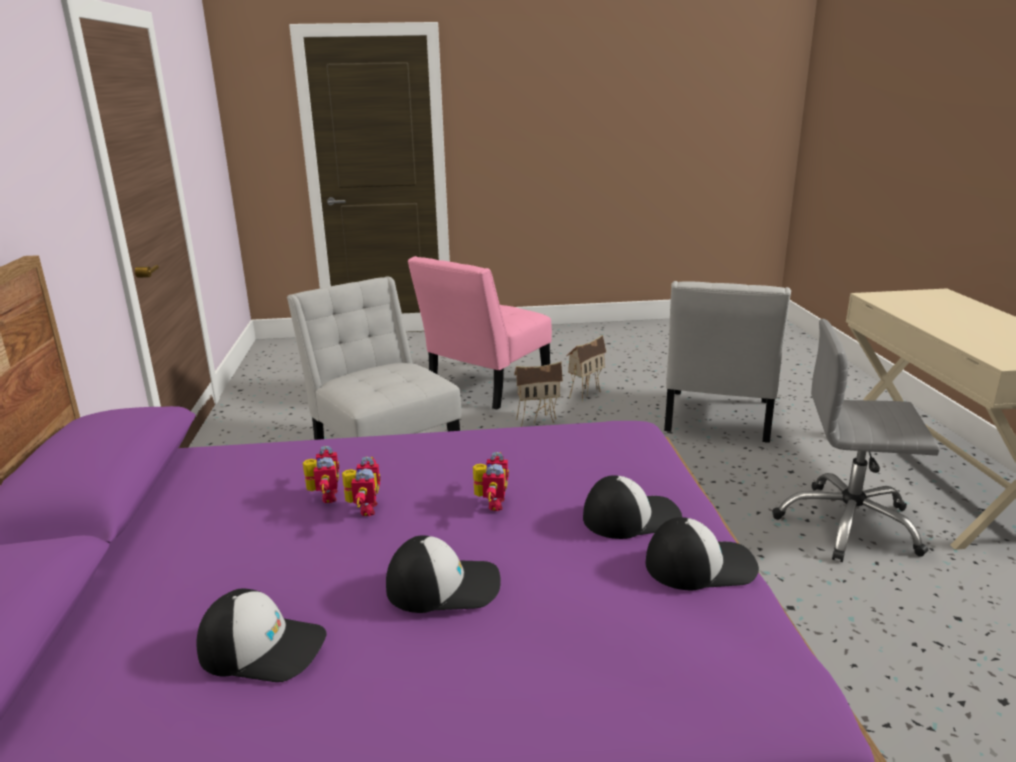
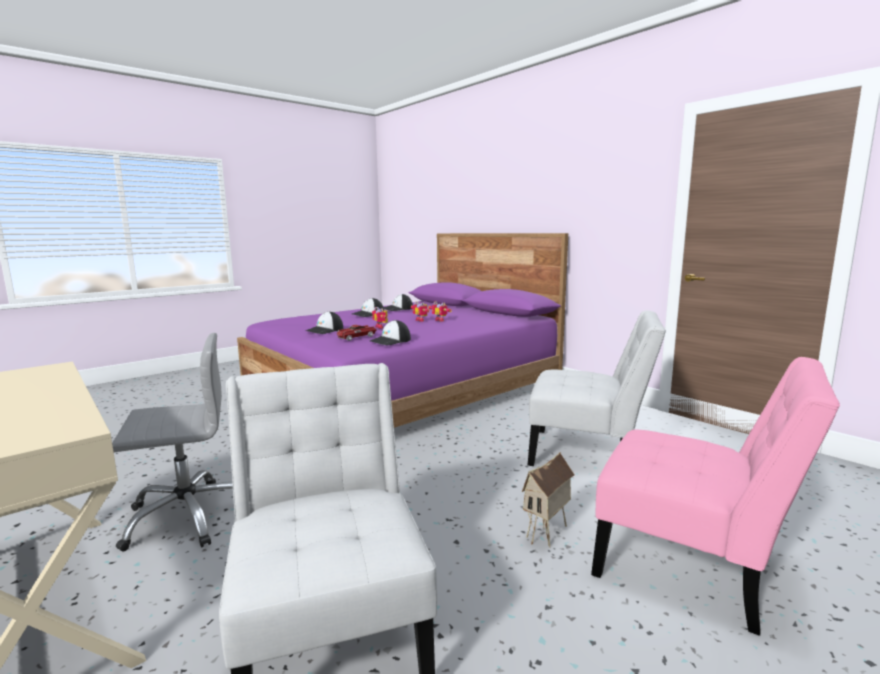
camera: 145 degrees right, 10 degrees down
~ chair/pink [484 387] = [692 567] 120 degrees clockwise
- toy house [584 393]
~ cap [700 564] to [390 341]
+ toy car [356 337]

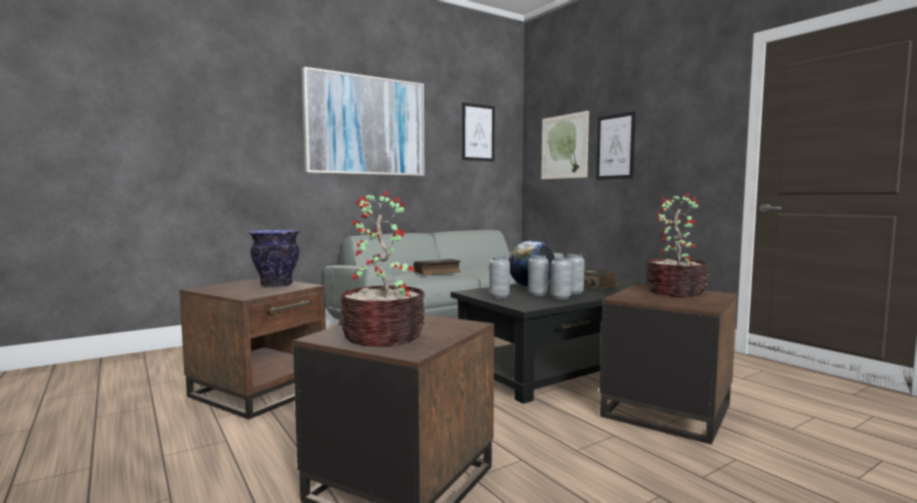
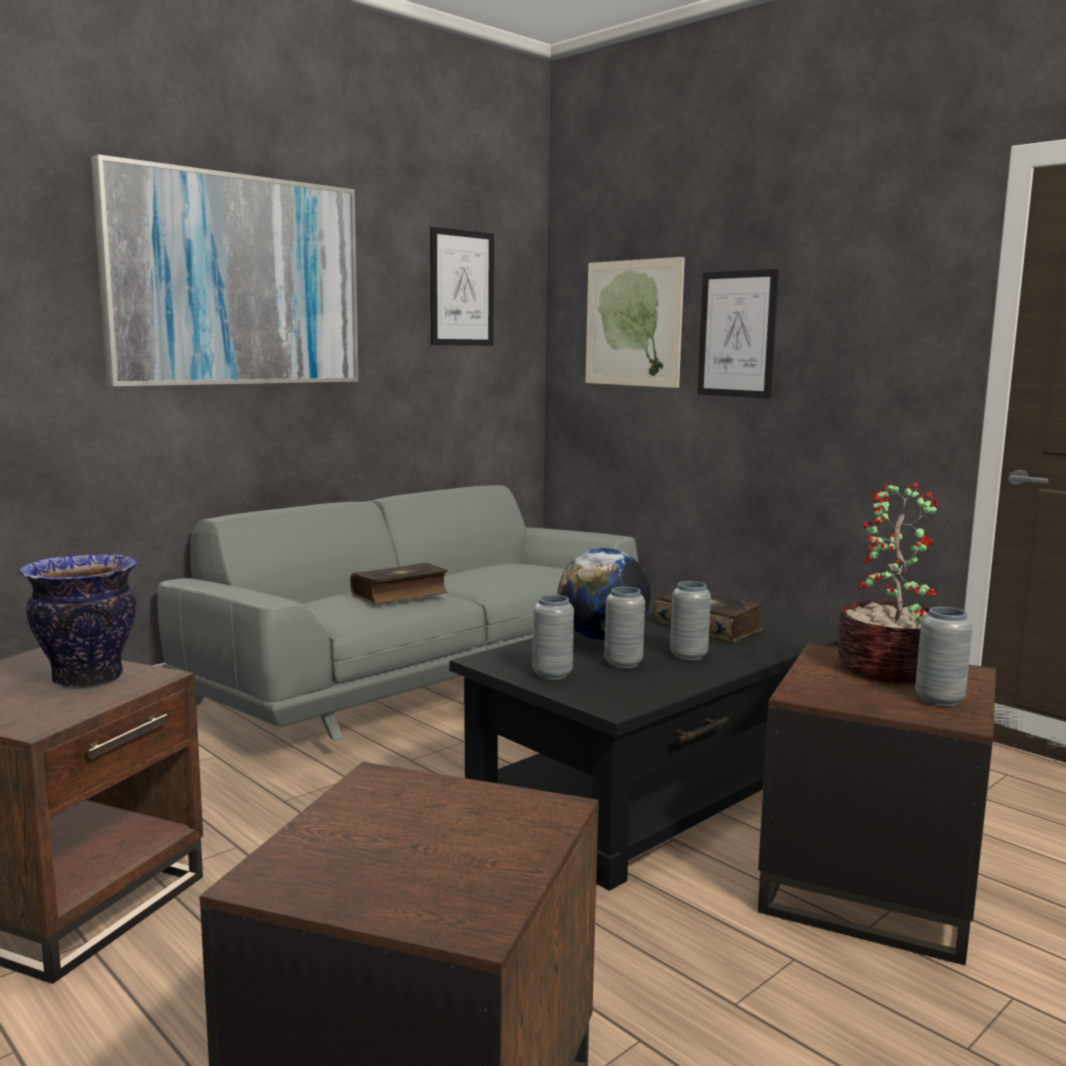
camera: 10 degrees left, 5 degrees up
- potted plant [382 336]
~ vase/grey [560 298] to [939 700]

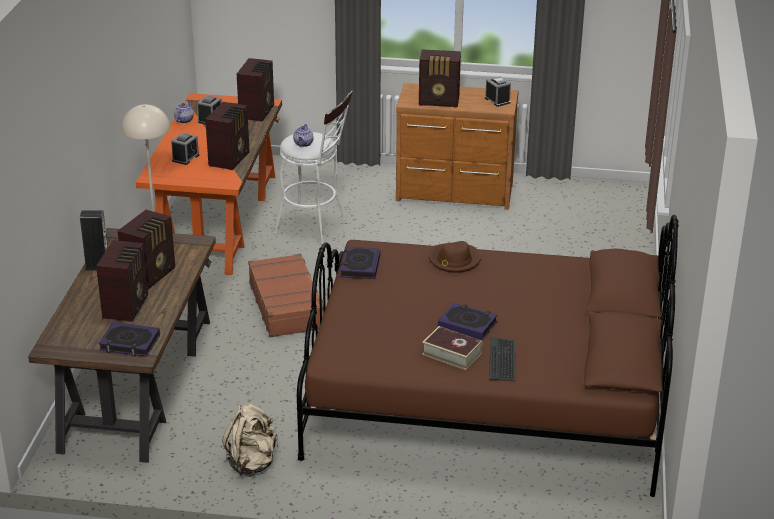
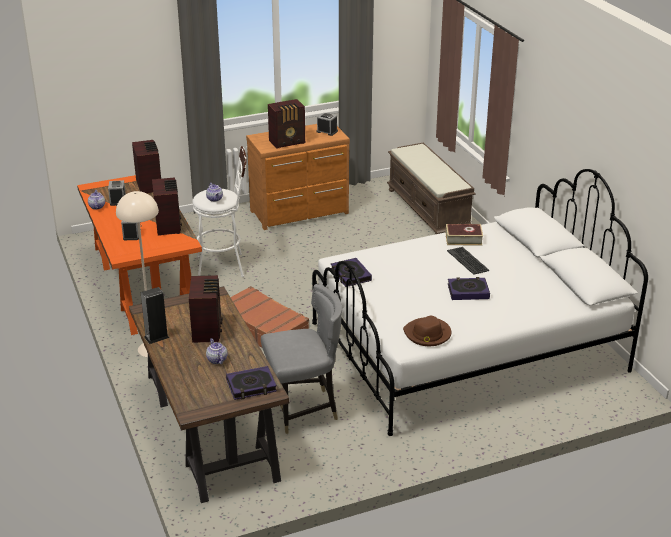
camera: 30 degrees left, 0 degrees up
~ bed/brown [485 400] to bed/white [467 347]
~ radio [127 306] to teapot [216 359]
~ hat/brown [454 260] to [427 334]
~ book [452 354] to [463 239]
~ keyboard [503 360] to [468 261]
- backpack/beige [252 463]
+ bench/brown [429 211]
+ chair/grey [303 410]

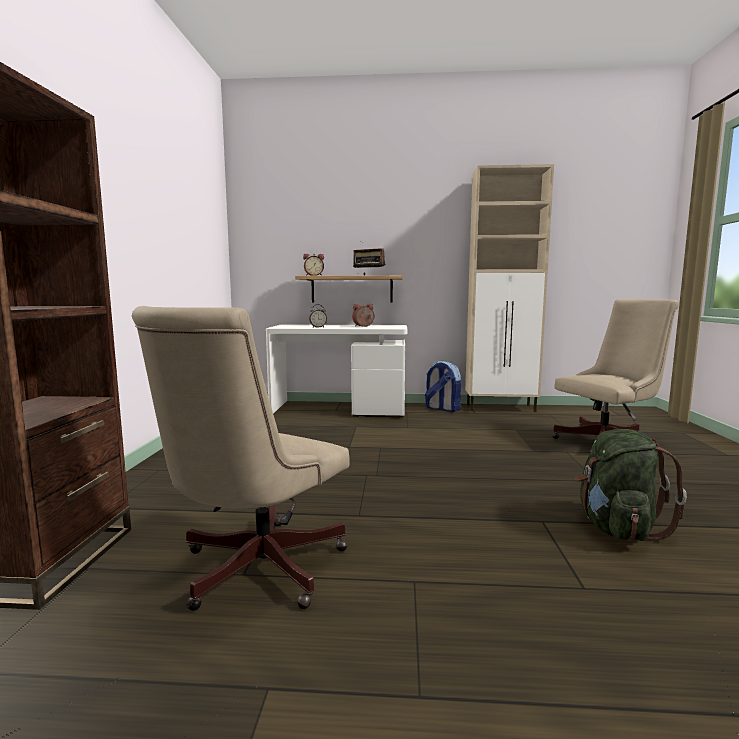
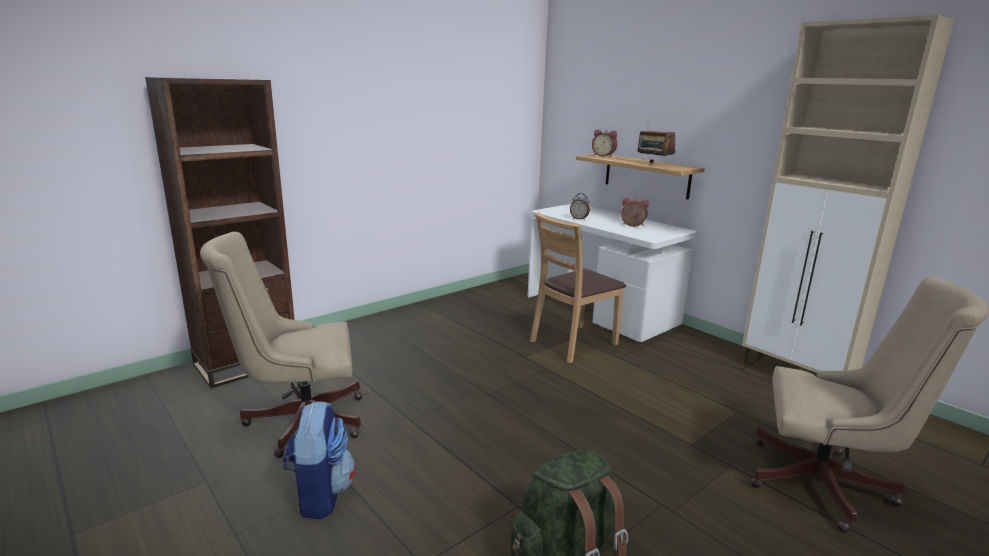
camera: 45 degrees right, 10 degrees up
~ backpack [441 409] to [320 494]
+ chair/brown [573 343]

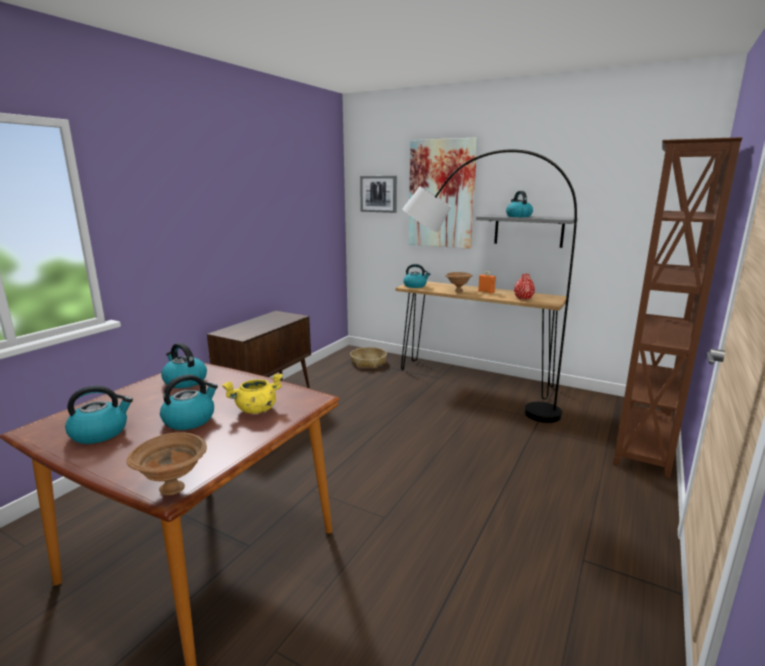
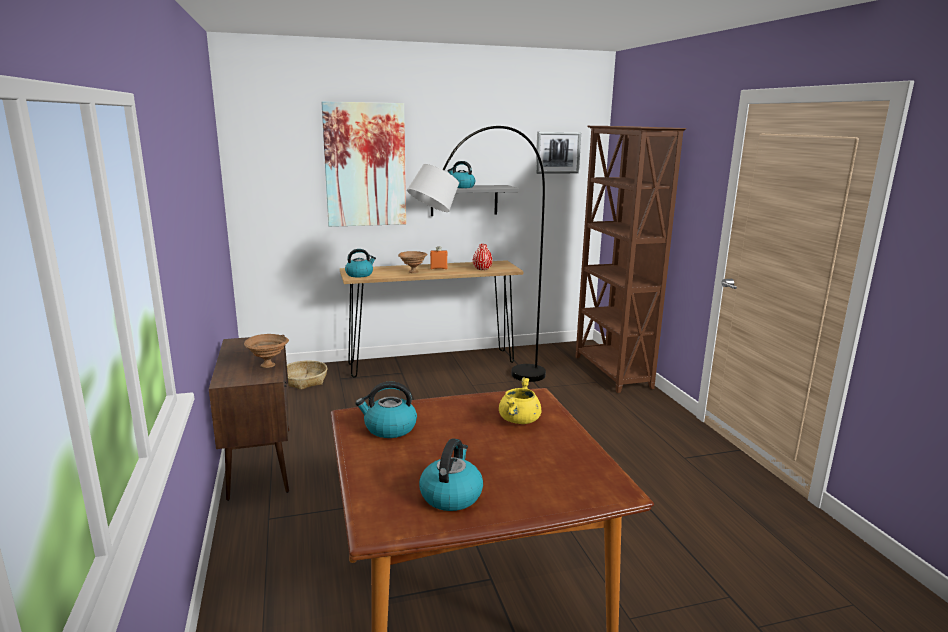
camera: 45 degrees left, 0 degrees up
~ picture [378 194] to [557 152]
- kettle [190 420]
~ bowl/brown [174 488] to [269 365]

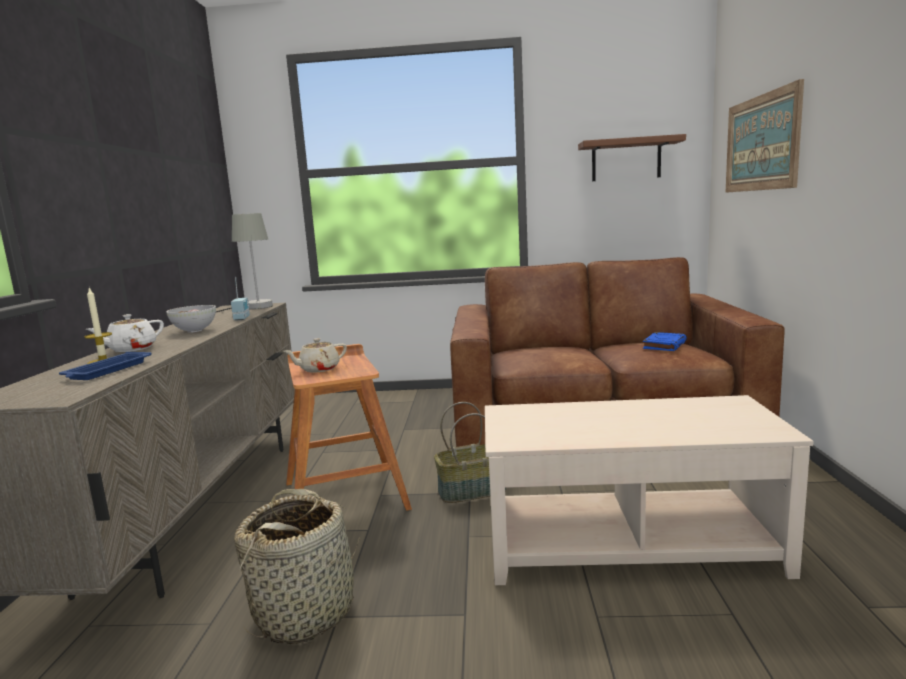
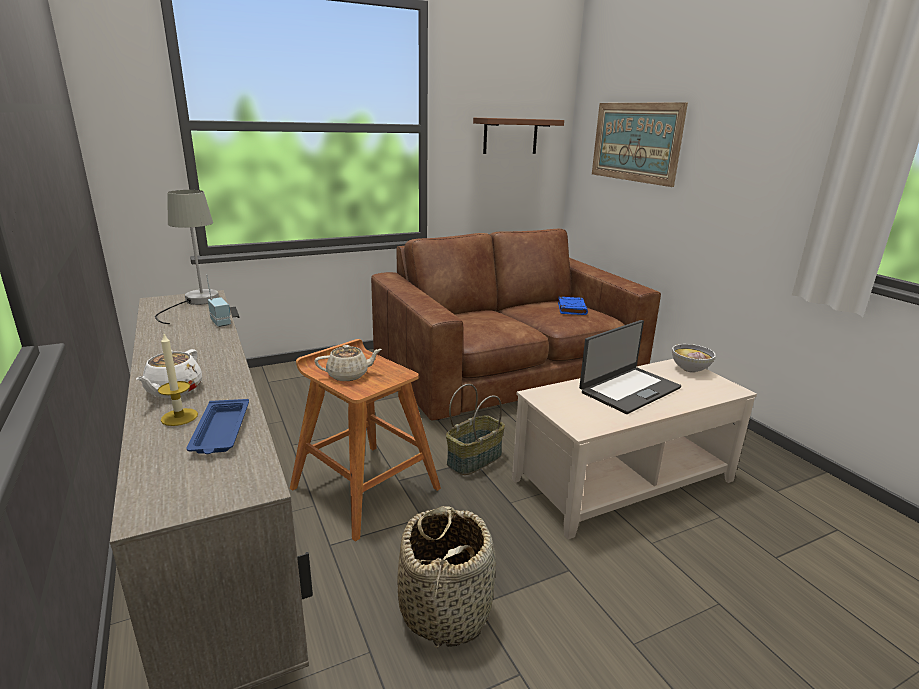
camera: 30 degrees left, 10 degrees up
~ bowl [194 331] to [689 370]
~ teapot/beige [318 369] = [349 375] 135 degrees counterclockwise
+ laptop [629 389]

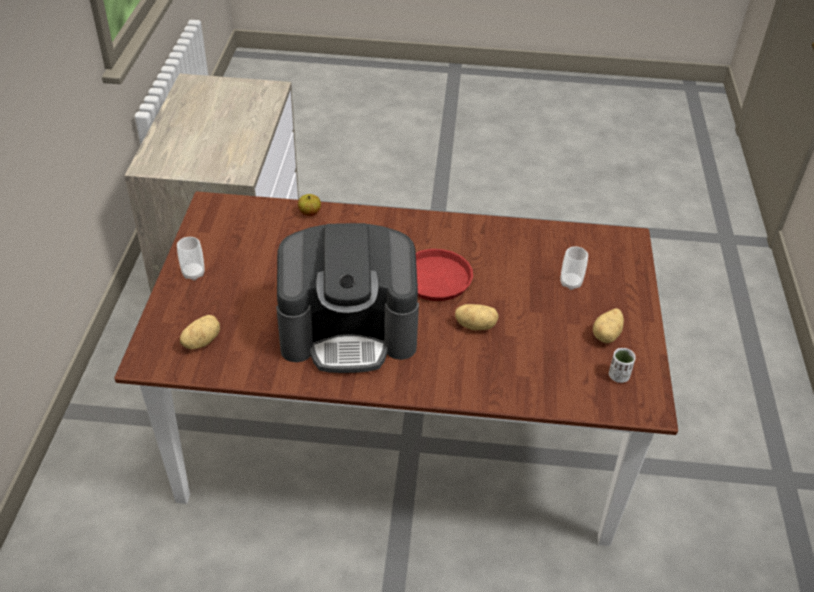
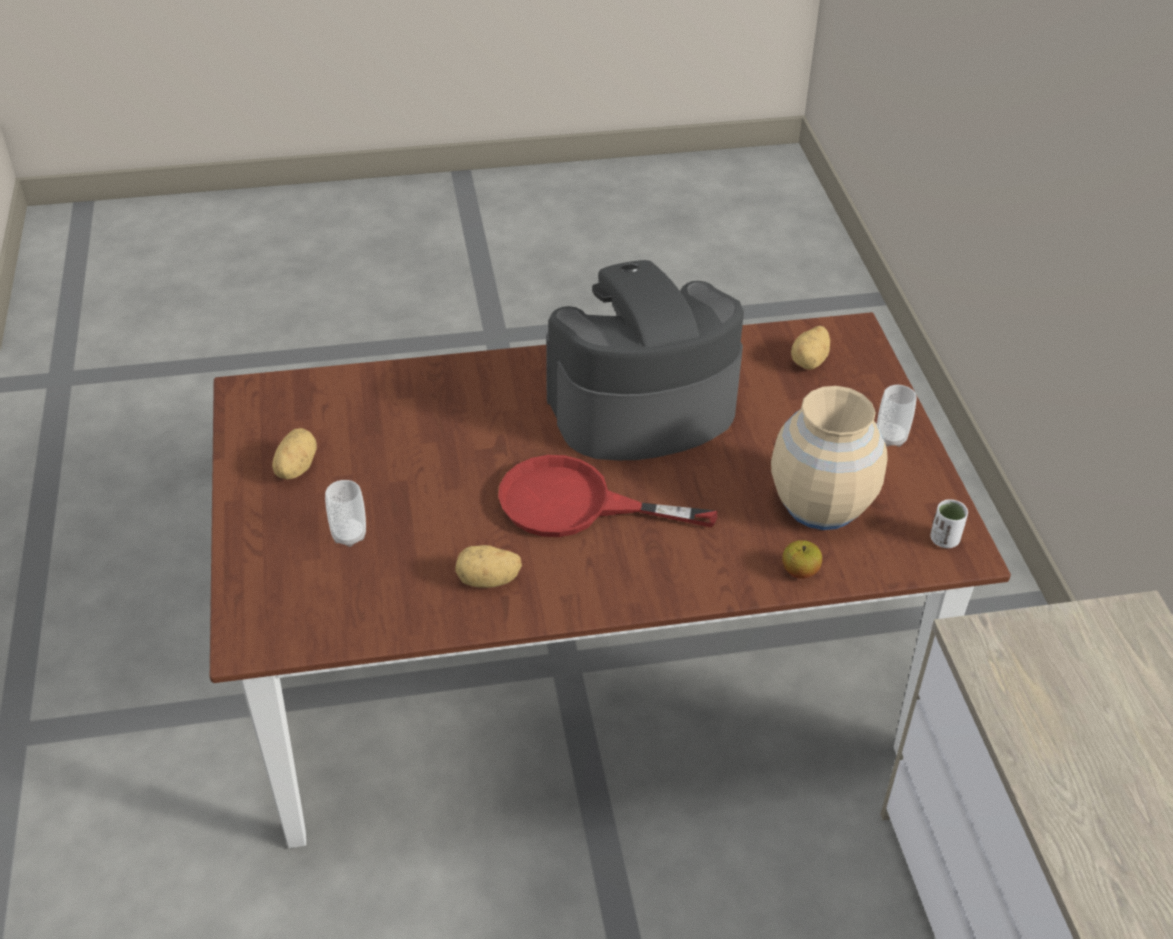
camera: 165 degrees right, 0 degrees up
~ potato [476 325] to [488 581]
~ cup/white [618 376] to [944 540]
+ vase/beige [821 504]

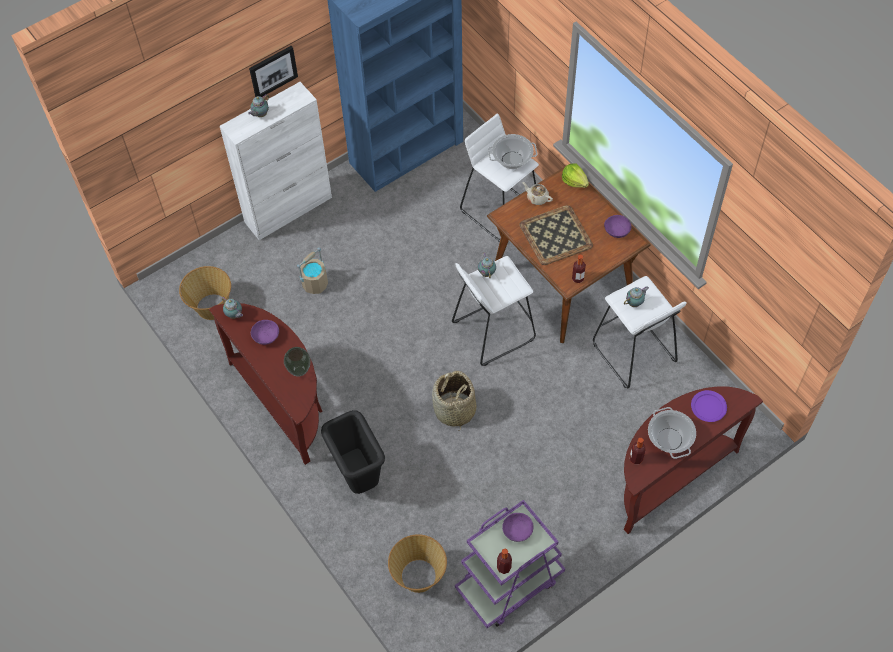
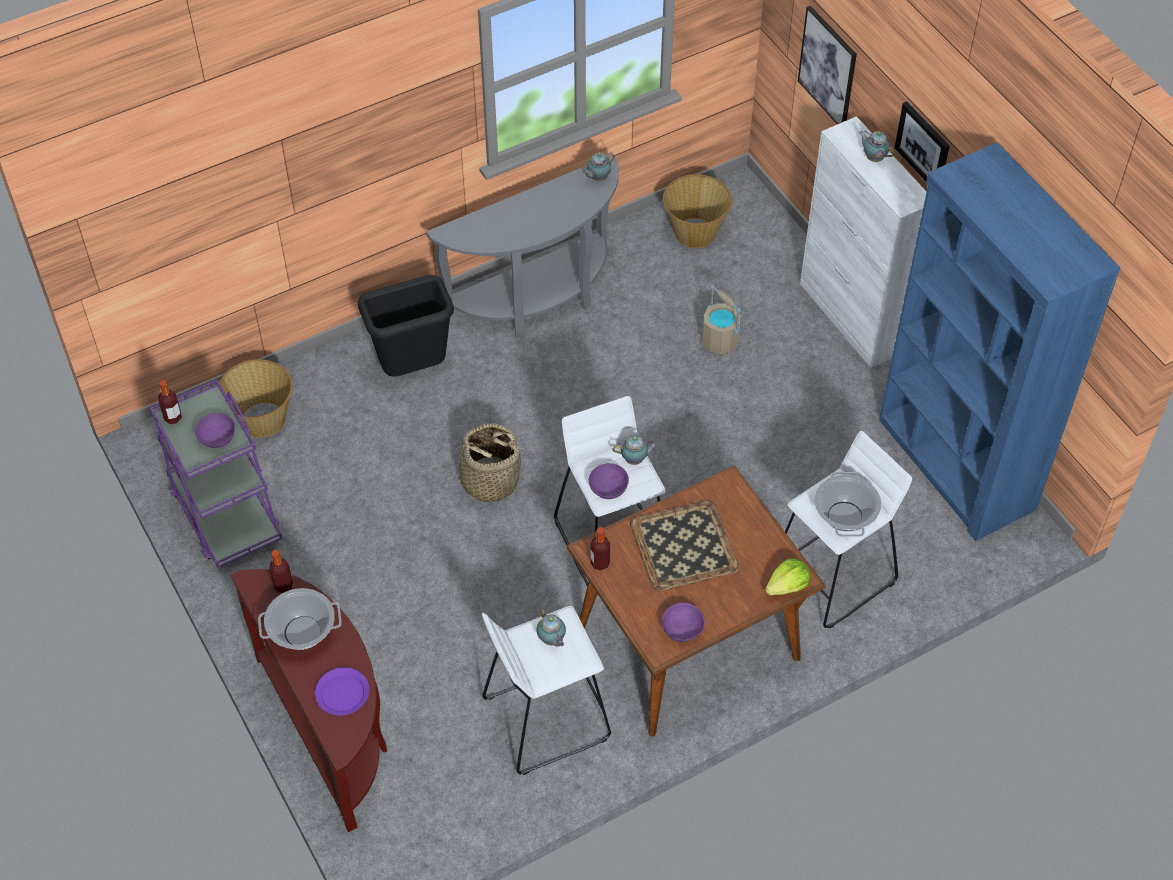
camera: 95 degrees right, 5 degrees down
- teapot/beige [537 198]
~ console table/brown [284 402] to console table/grey [537 300]
~ bowl/purple [265 336] to [609 488]
- vase [299 370]
+ picture [828 67]

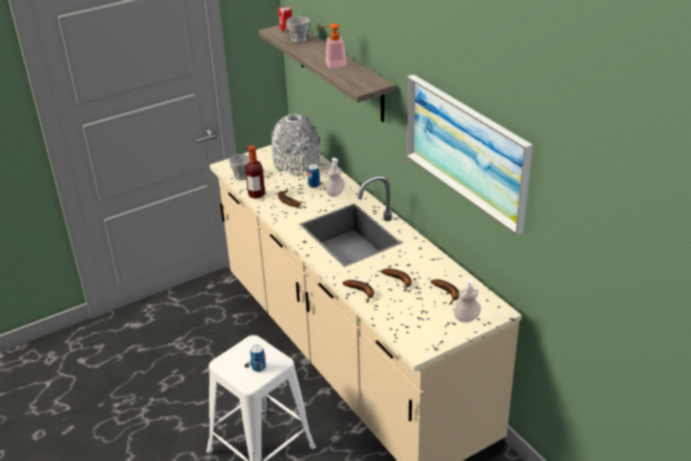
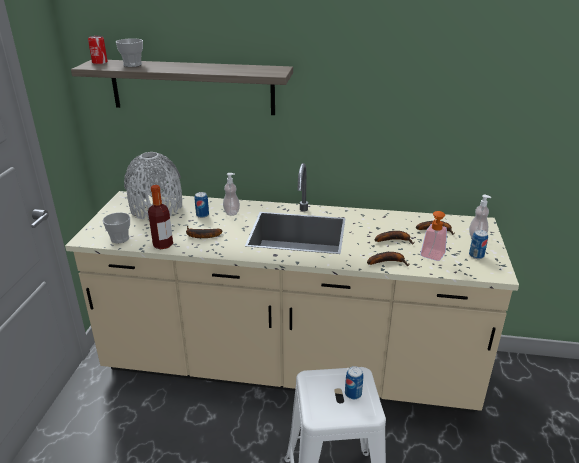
camera: 50 degrees left, 5 degrees down
~ soap dispenser [331 65] to [431 257]
- picture [466 150]
+ can [476 255]

